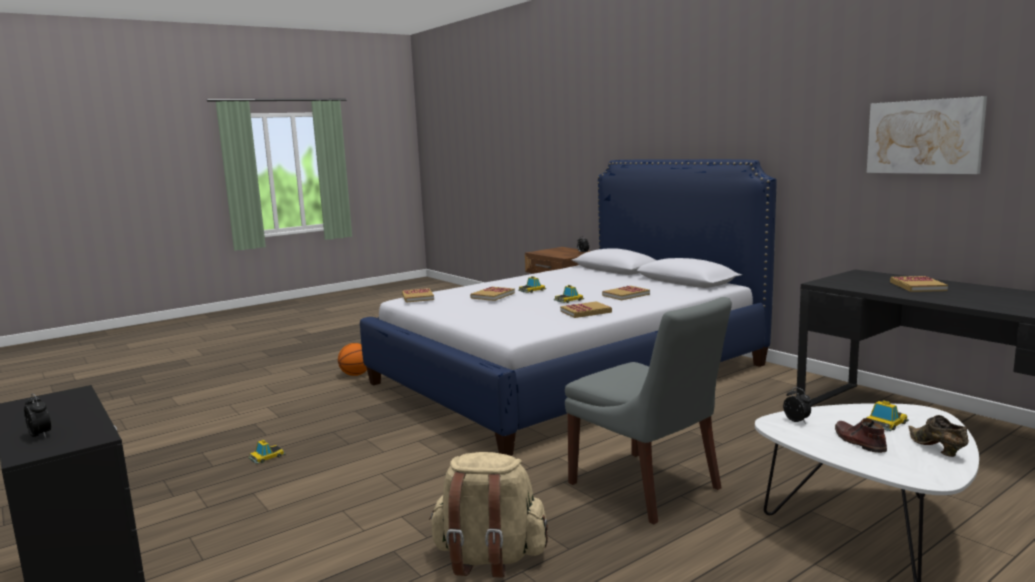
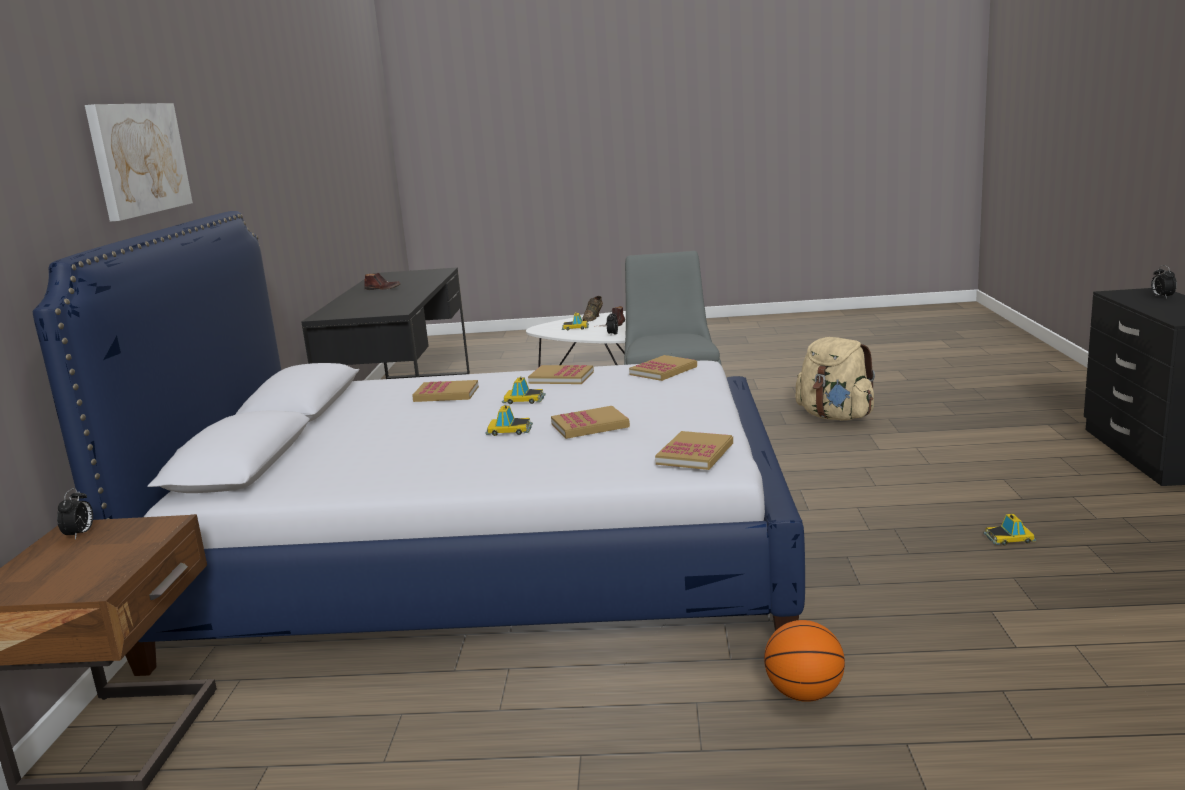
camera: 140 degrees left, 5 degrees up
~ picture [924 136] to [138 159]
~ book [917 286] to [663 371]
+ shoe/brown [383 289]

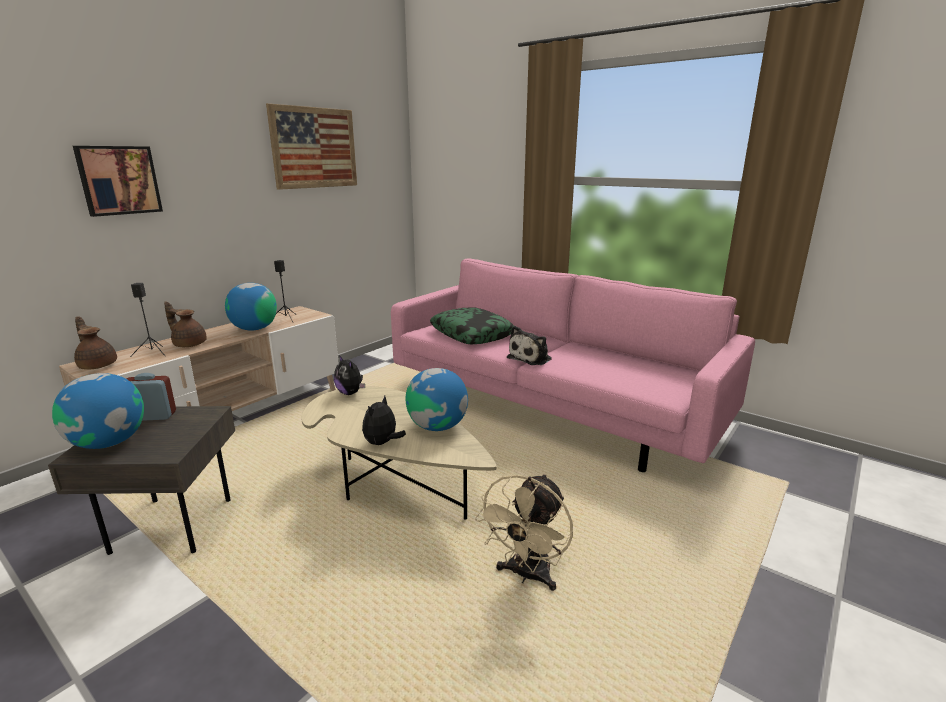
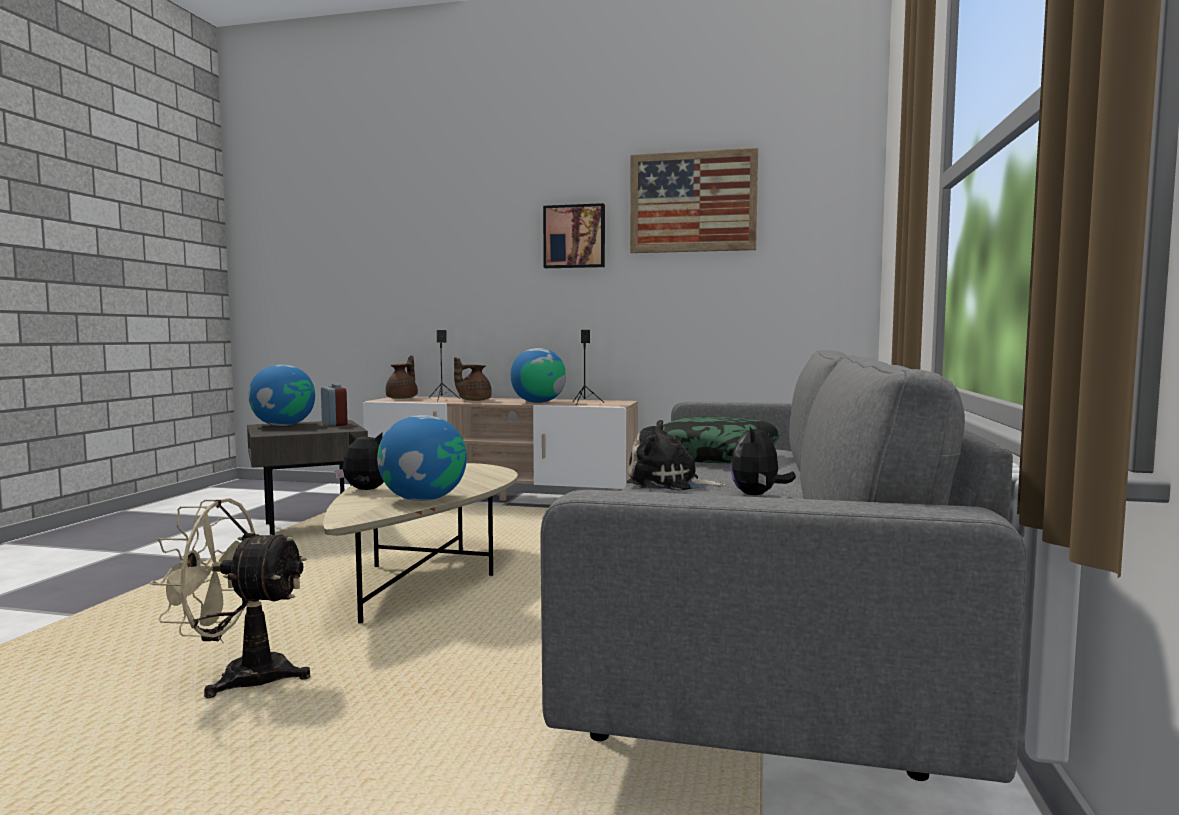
camera: 65 degrees right, 15 degrees down
~ picture [118 180] to [574 236]
~ sofa/pink [549 408] to sofa/grey [754 625]
~ teapot/brown [189 344] = [473 400] 135 degrees counterclockwise
~ plush toy [350 393] to [757 495]

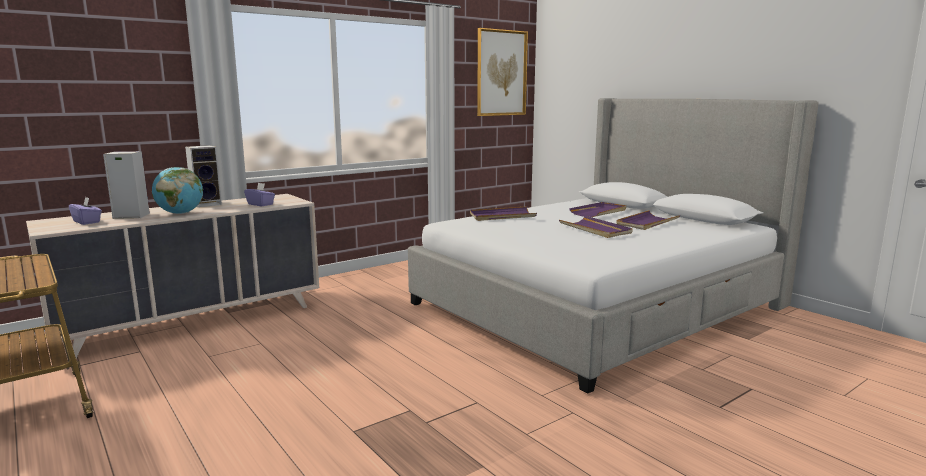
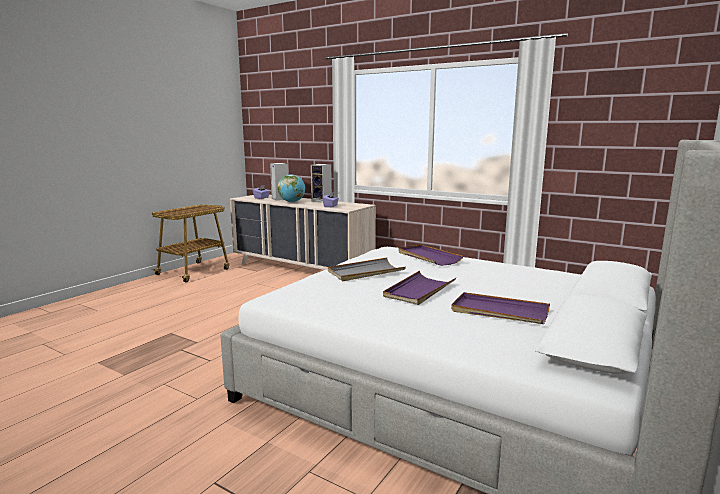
camera: 70 degrees right, 0 degrees up
- picture [501 73]
- tray/purple [599 212]
+ tray/grey [365 272]

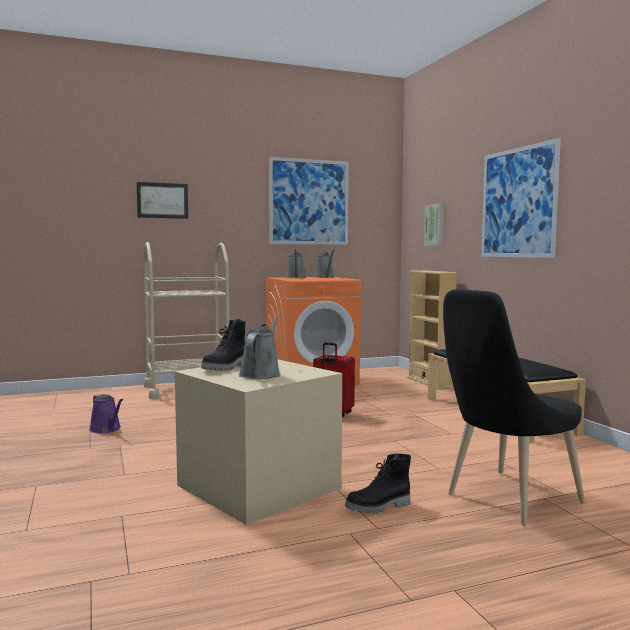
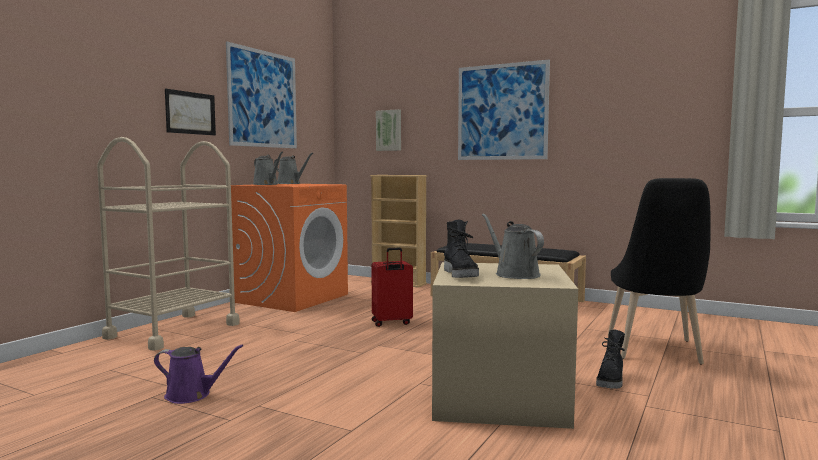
camera: 40 degrees left, 0 degrees up
~ picture [162 200] to [190 113]

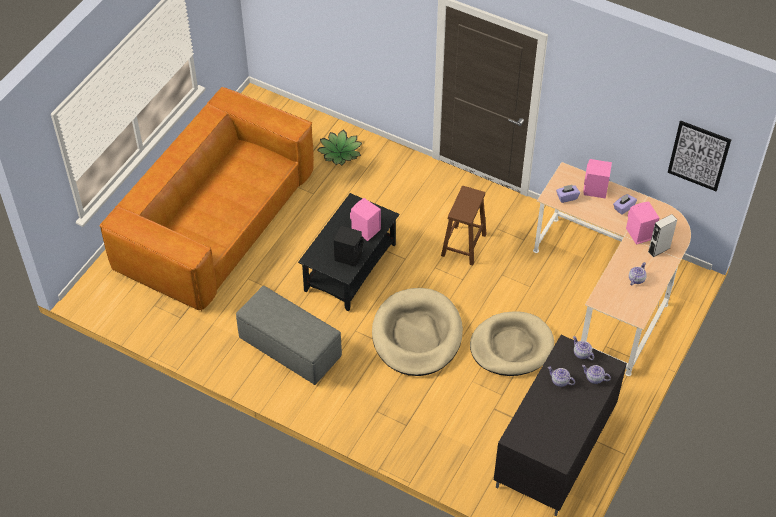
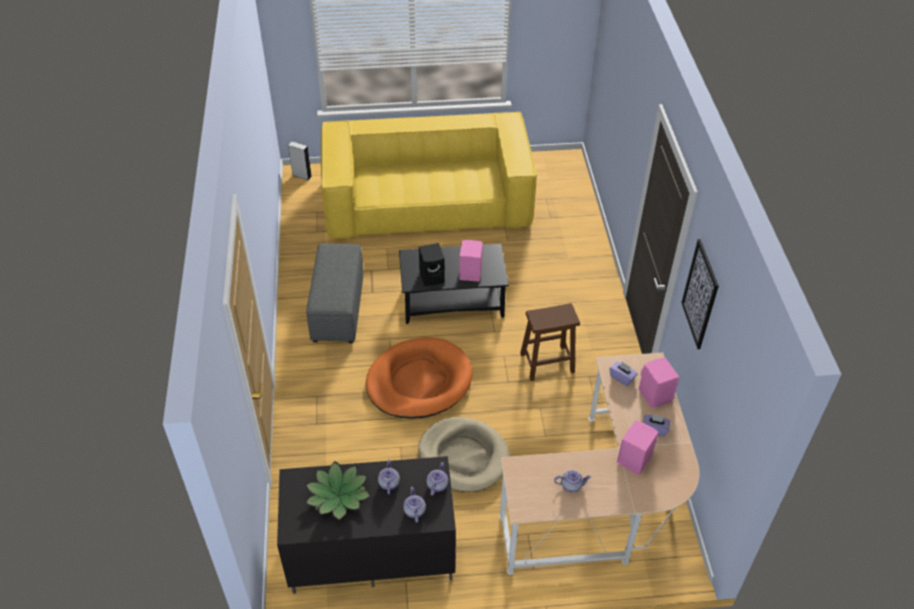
camera: 55 degrees right, 5 degrees down
~ sofa/brown [216 220] to sofa/yellow [427 201]
~ picture [699 155] to [700 294]
~ potted plant [340 152] to [338 496]
~ speaker/grey [659 249] to [302 175]
~ dog bed/beige [417 335] to dog bed/orange [419 381]

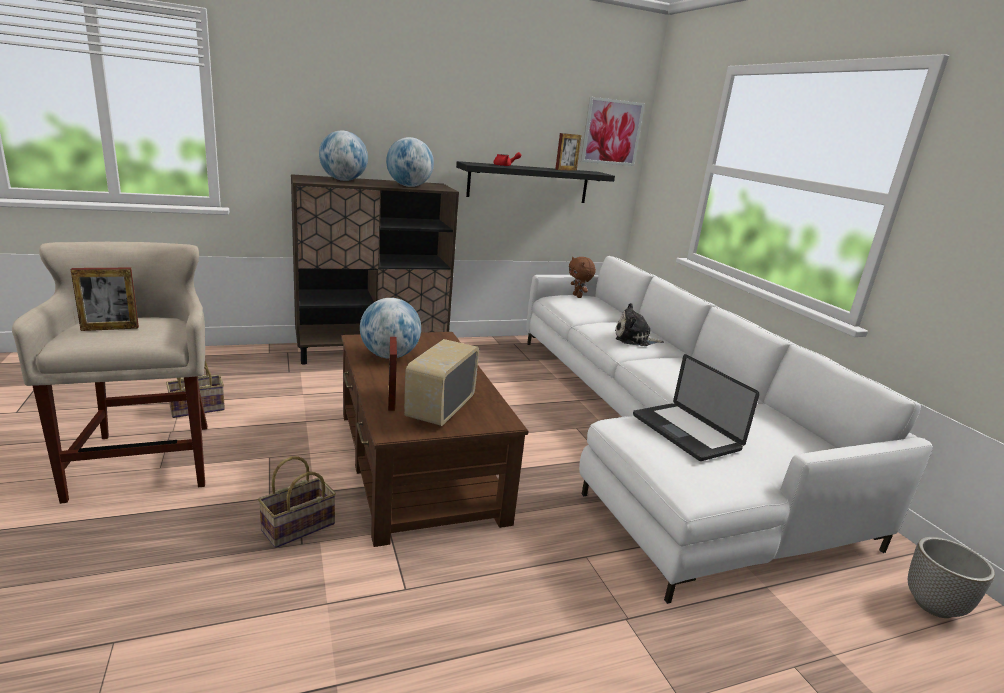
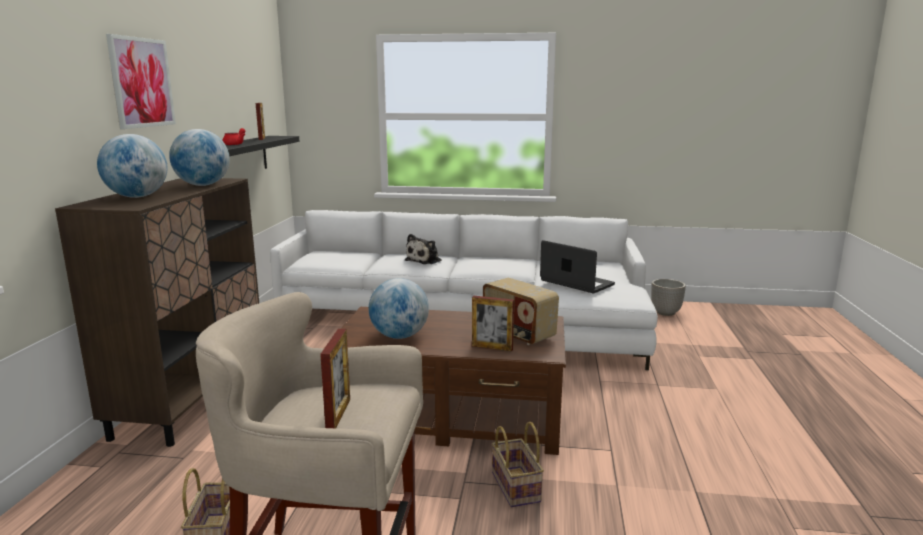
camera: 60 degrees left, 5 degrees down
~ picture [612 132] to [141 82]
- plush toy/brown [578 296]
~ laptop [685 432] = [576 283] 135 degrees counterclockwise

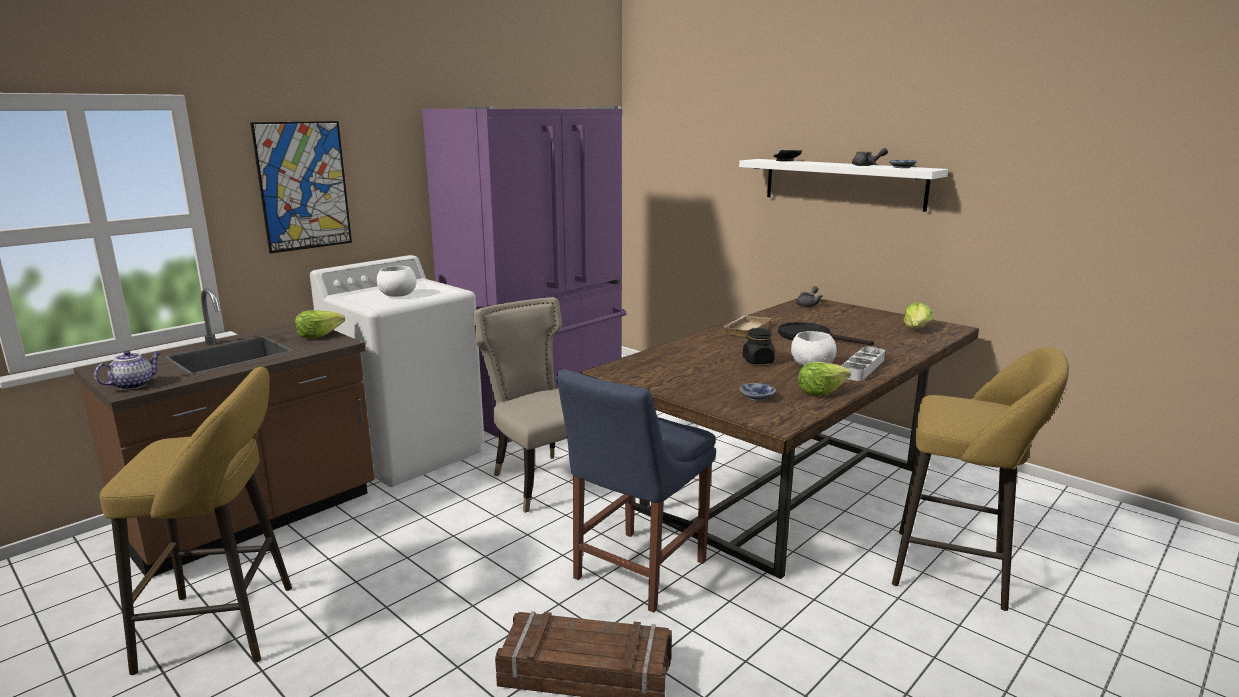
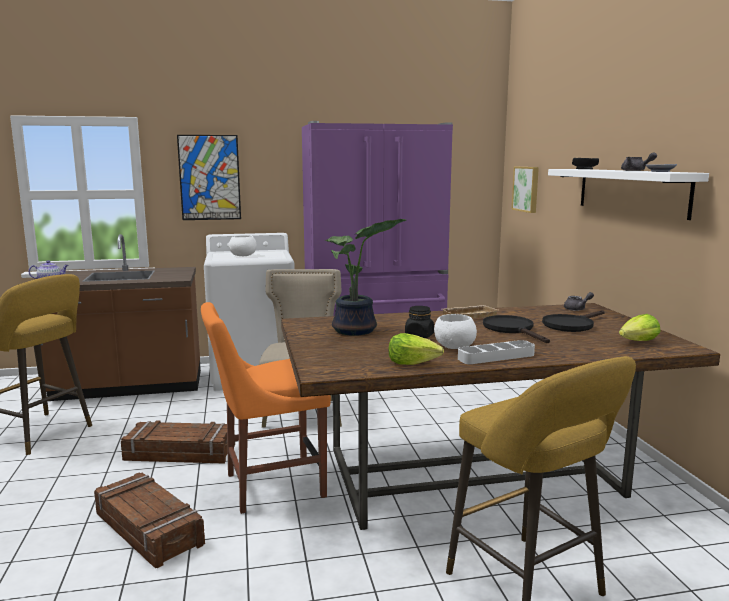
camera: 35 degrees right, 5 degrees down
- lettuce [319 335]
~ chair/blue [635 572] to chair/orange [269 486]
- bowl [758 397]
+ picture [527 189]
+ potted plant [356 331]
+ frying pan/black [571 325]
+ crate [180 453]

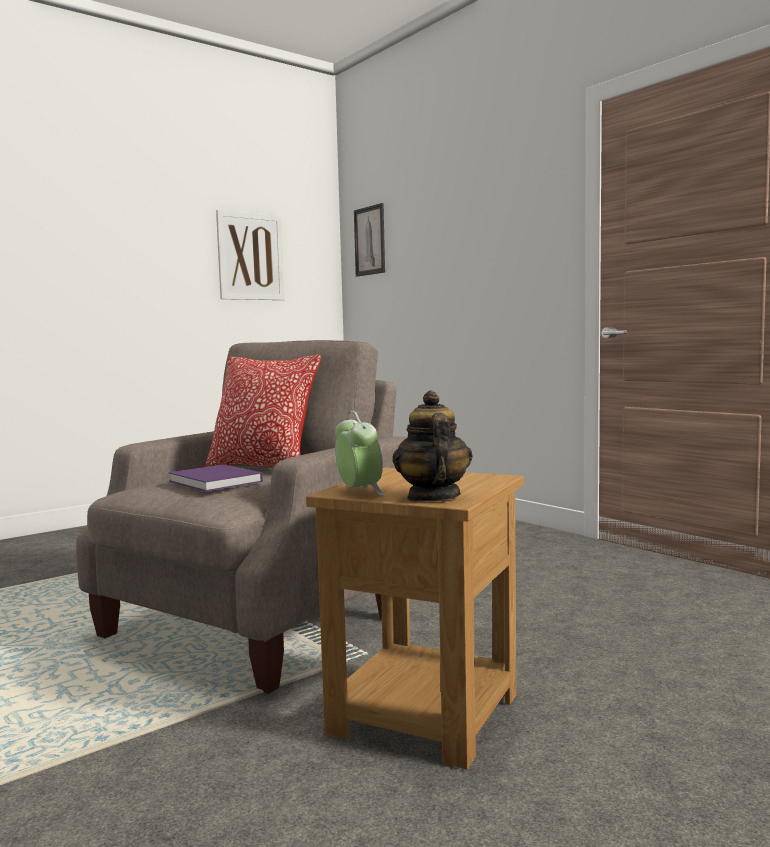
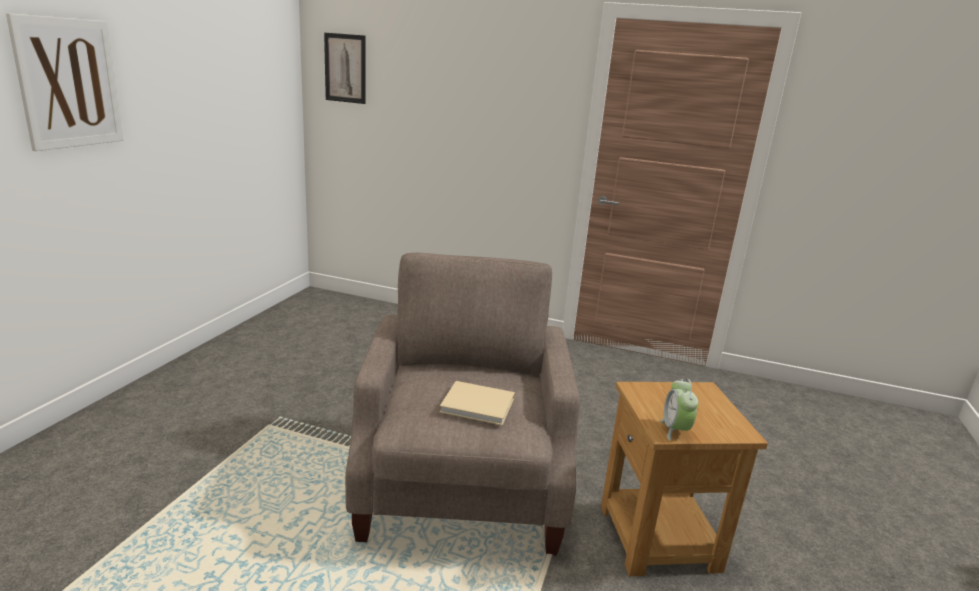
camera: 35 degrees left, 15 degrees up
~ picture [250 256] to [69 83]
- pillow [262 468]
- teapot [432 497]
~ alarm clock [359 492] = [675 430] 120 degrees counterclockwise
~ book/purple [216 482] to book/beige [480 405]

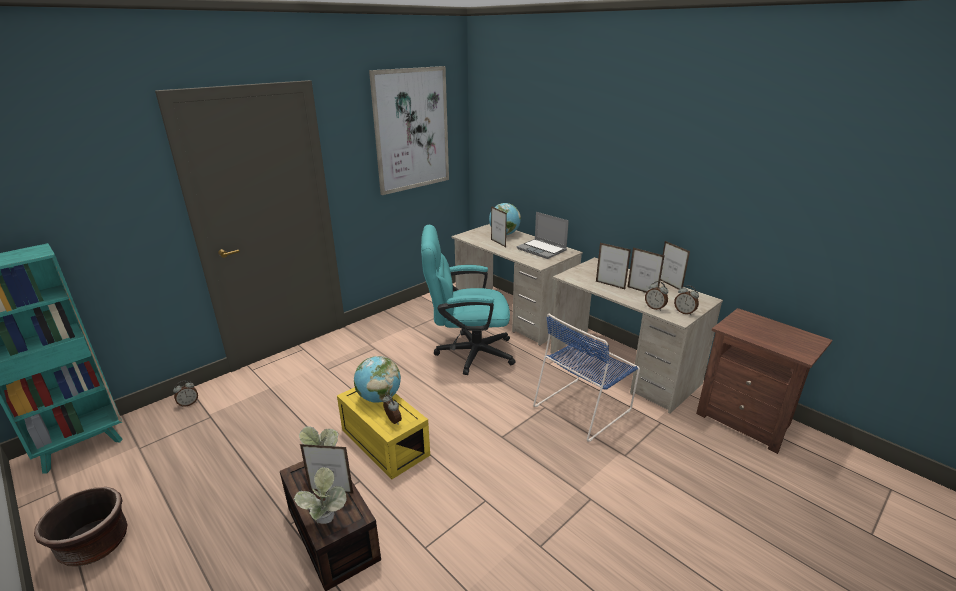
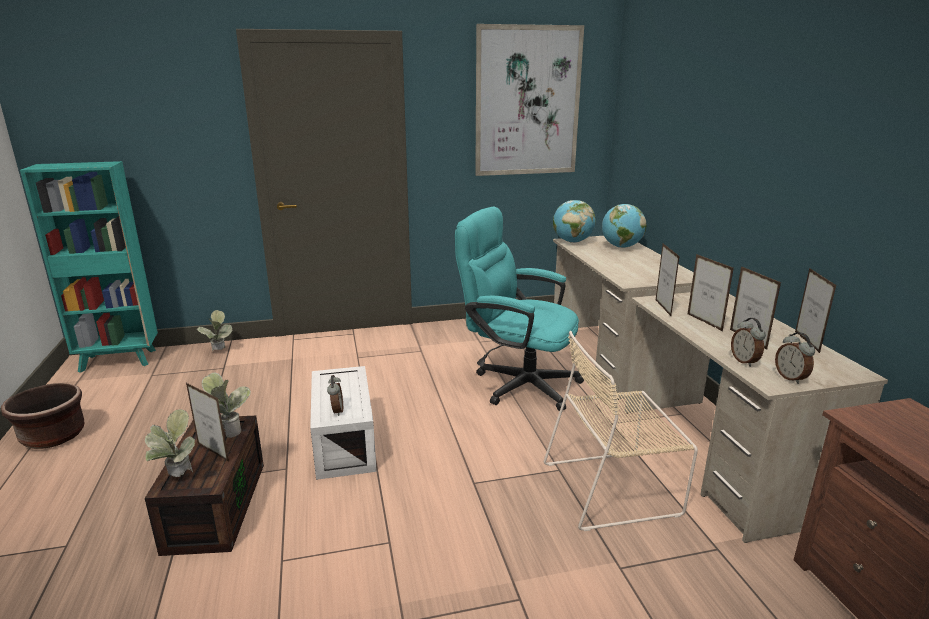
camera: 30 degrees right, 5 degrees down
~ picture frame [498 243] to [663 308]
- laptop [542 250]
~ chair/blue [584 407] to chair/beige [614 488]
~ globe [379 397] to [572 241]
~ alarm clock [188 403] to potted plant [219 352]
~ storage box/yellow [383 442] to storage box/white [342 441]

